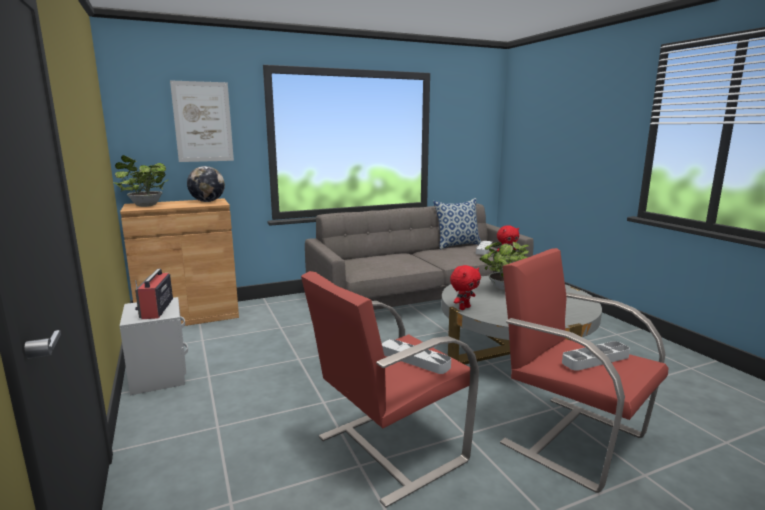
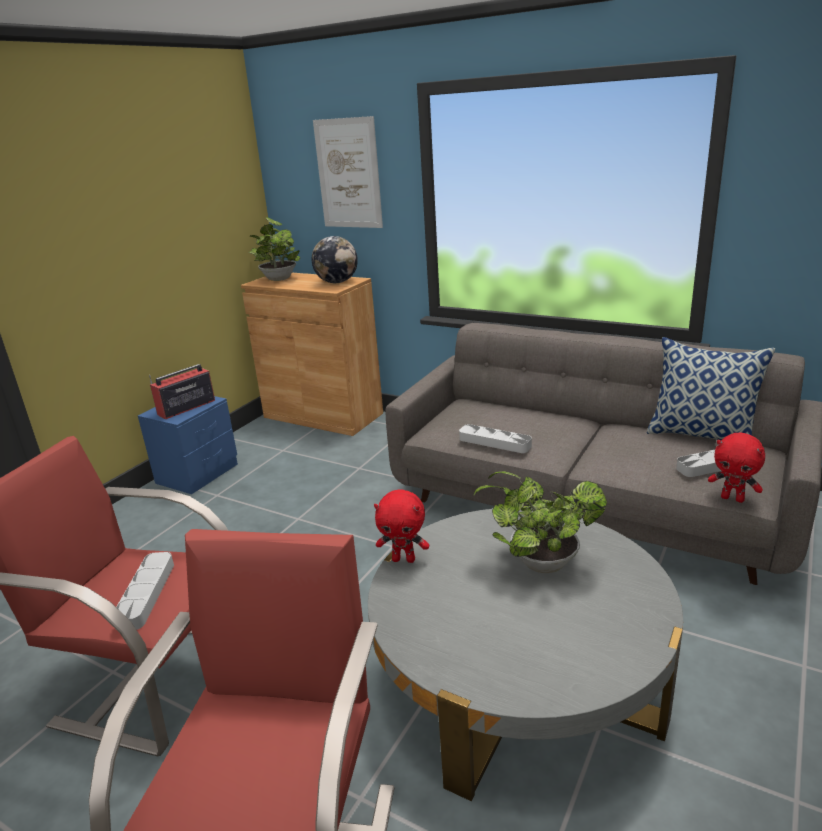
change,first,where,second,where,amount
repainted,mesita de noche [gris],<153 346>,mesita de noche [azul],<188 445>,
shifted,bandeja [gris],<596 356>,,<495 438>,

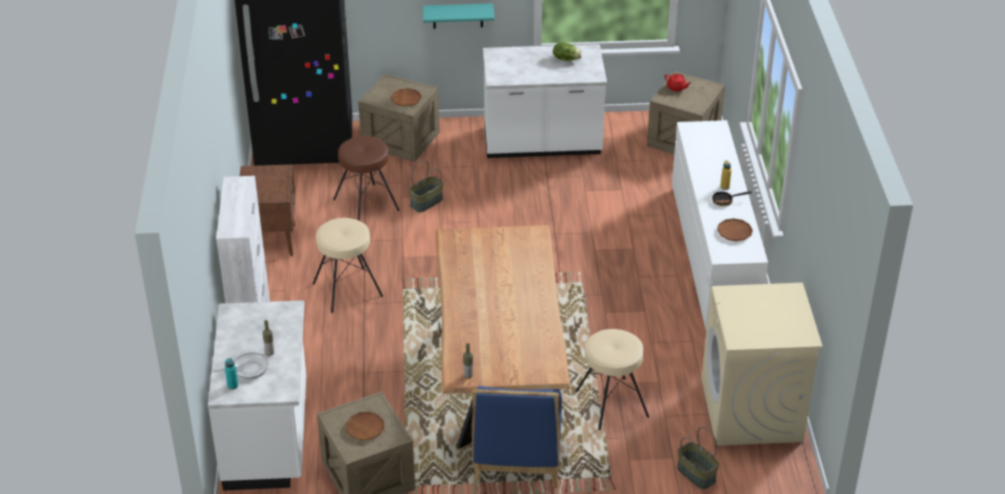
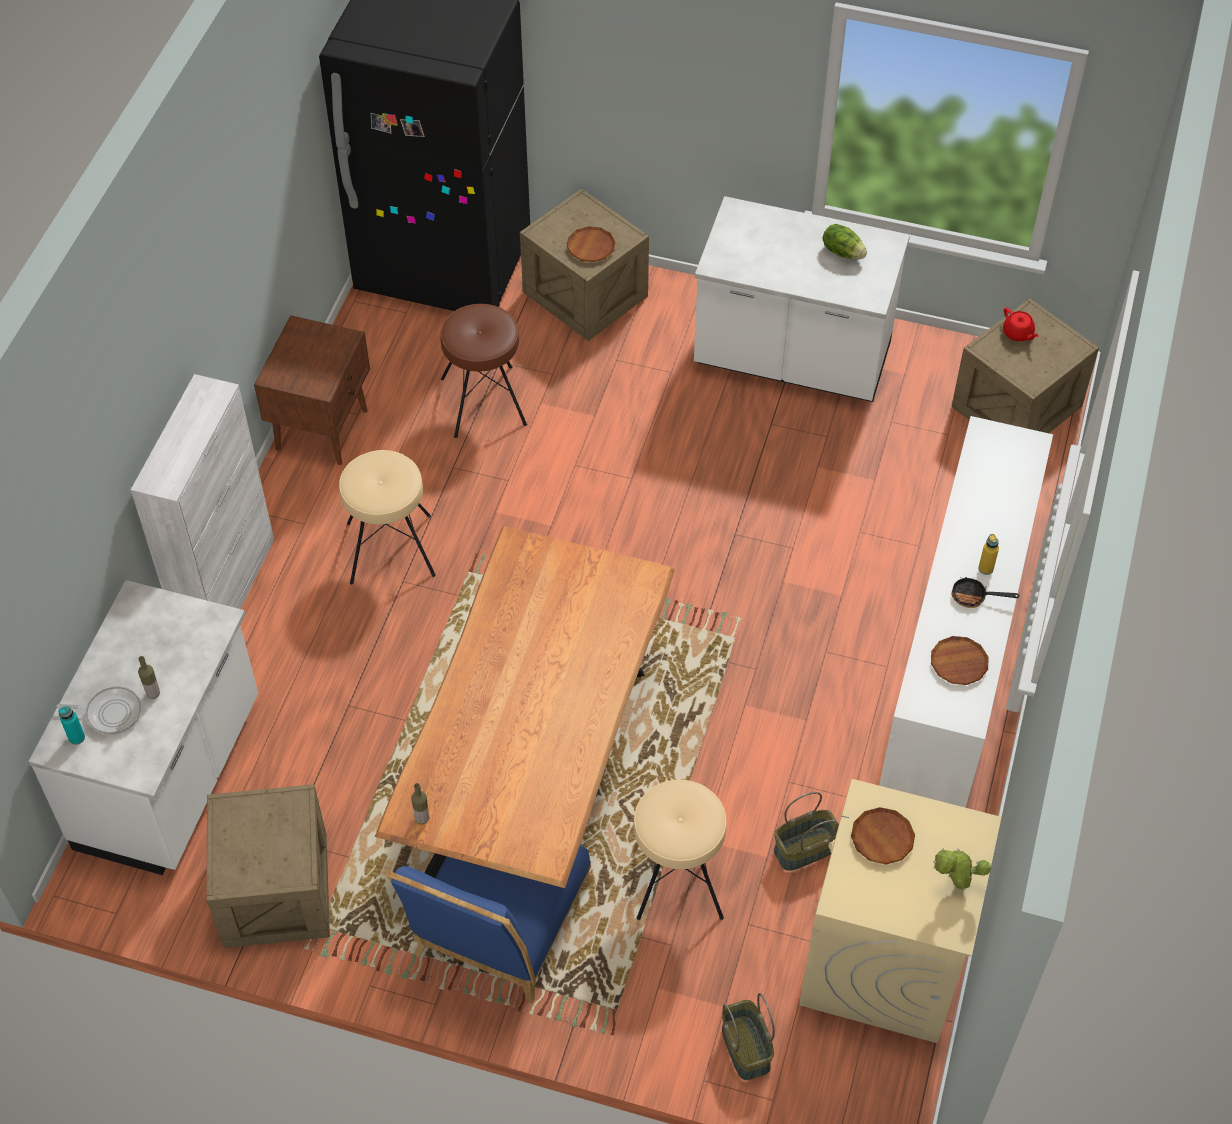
change,first,where,second,where,amount
shifted,cesta,<426 186>,,<806 831>,
shifted,plato [marrón],<365 426>,,<883 836>,
new,,,planta en maceta,<962 869>,
gone,estante [turquesa],<459 16>,,,

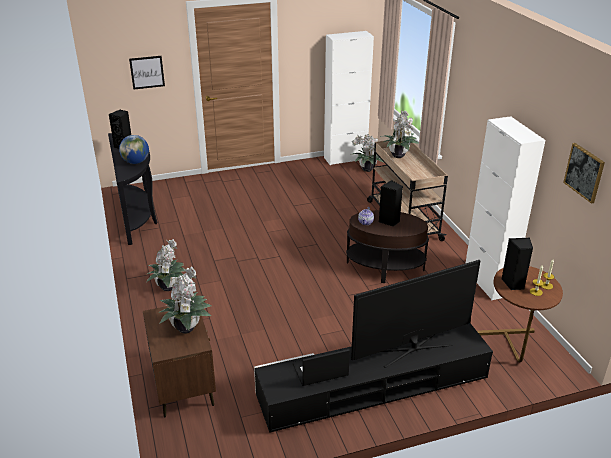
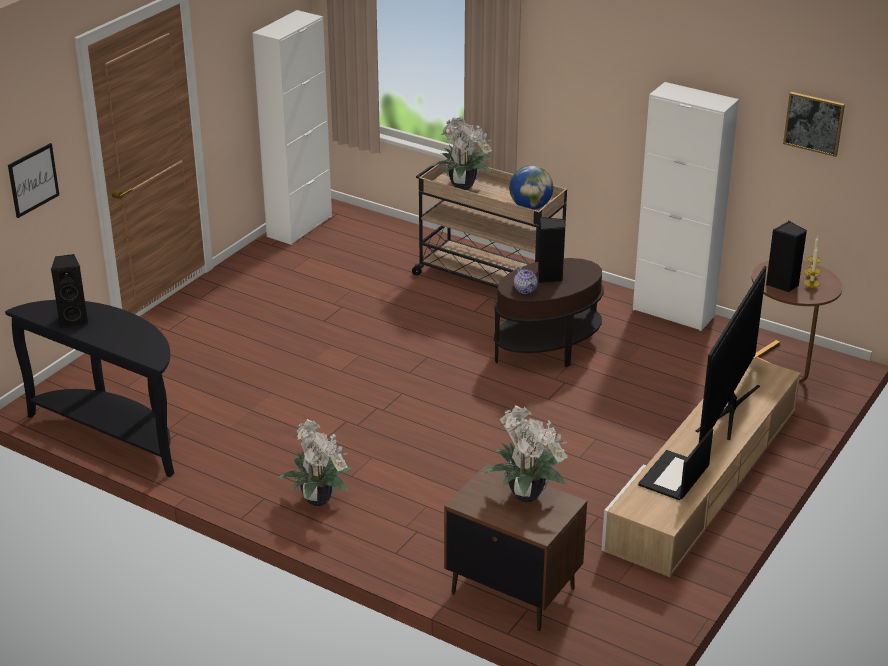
change,first,where,second,where,amount
shifted,globo terráqueo,<134 149>,,<531 187>,
repainted,mueble de televisión [negro],<373 378>,mueble de televisión [beis],<701 467>,
gone,planta en maceta,<367 153>,,,

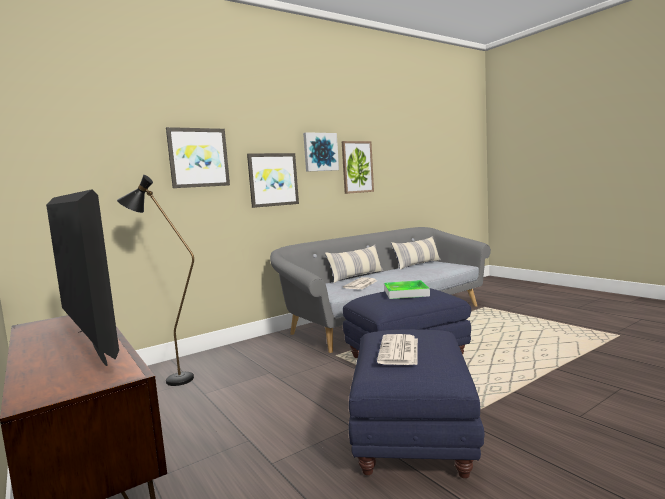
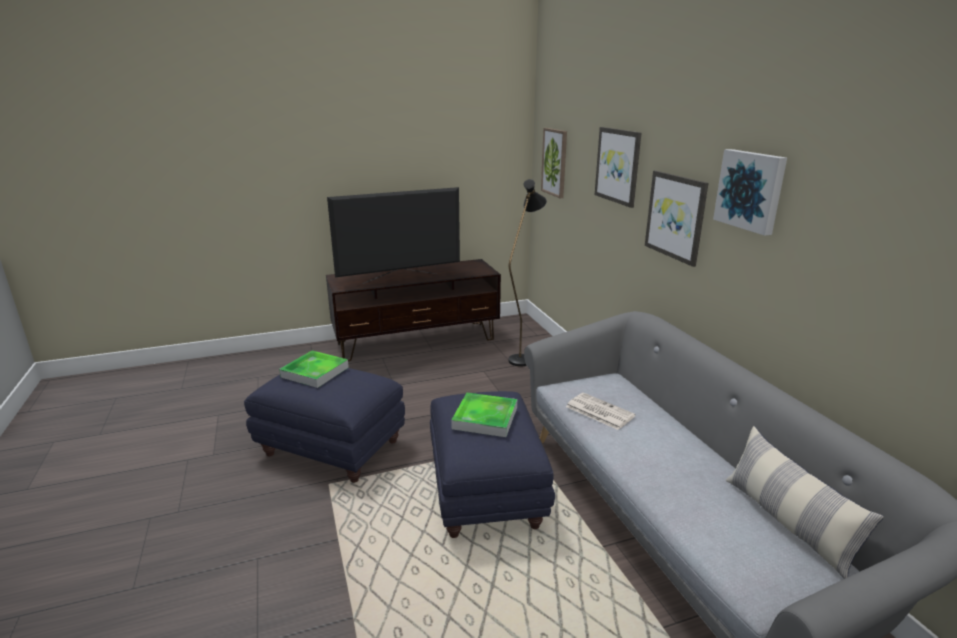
change,first,where,second,where,amount
swapped,periódico,<397 349>,bandeja,<314 369>,
shifted,cuadro,<358 167>,,<554 163>,
gone,cojín,<354 264>,,,

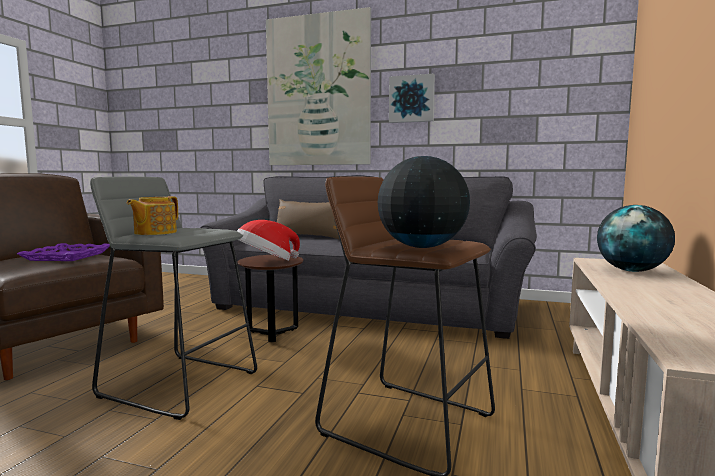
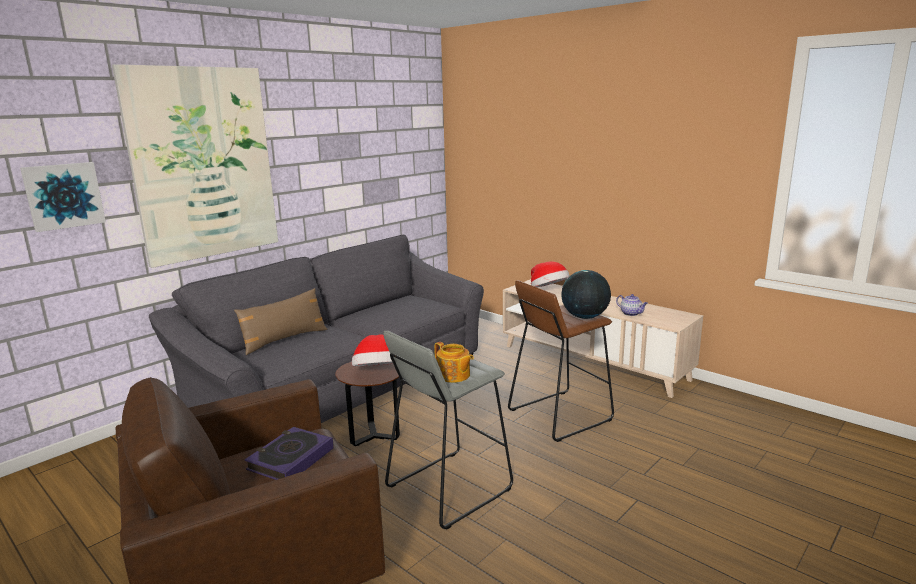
change,first,where,second,where,amount
shifted,cuadro,<412 98>,,<63 197>,
swapped,bandeja [morado],<63 252>,libro,<289 453>,
swapped,globo terráqueo,<636 238>,sombrero,<550 274>,
new,,,tetera,<632 305>,

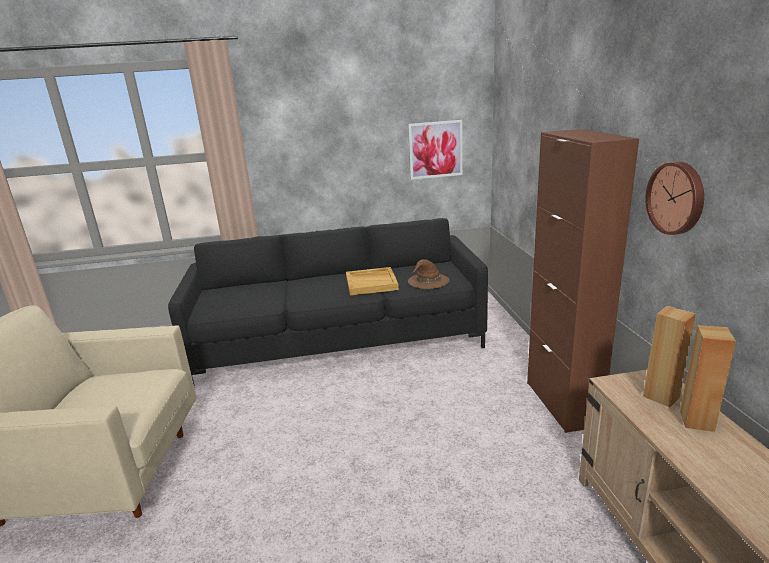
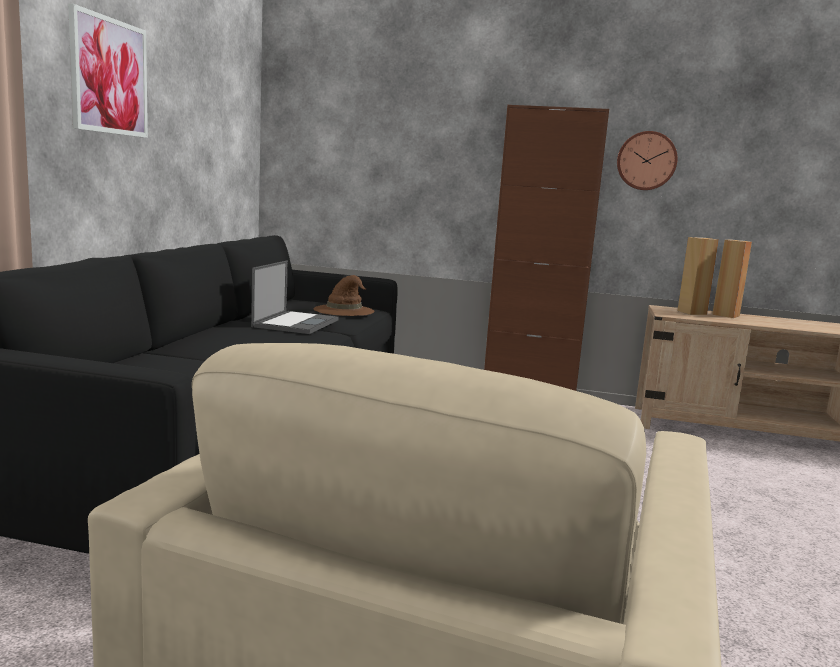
change,first,where,second,where,amount
shifted,cuadro,<435 150>,,<108 71>,
swapped,bandeja [beis],<372 281>,portátil,<295 297>,

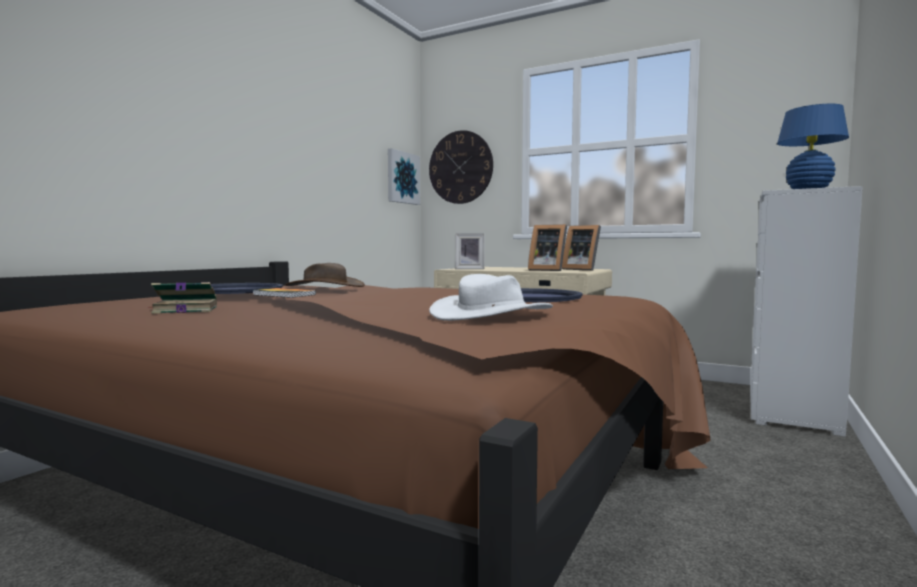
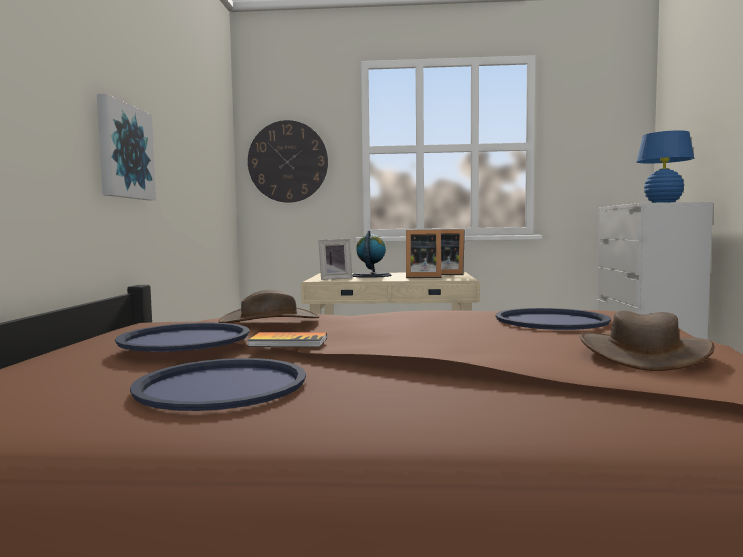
change,first,where,second,where,amount
shifted,cuadro,<404 176>,,<126 147>,
swapped,libro,<182 298>,bandeja [azul],<218 384>,
new,,,globo terráqueo,<371 254>,
repainted,sombrero [blanco],<491 297>,sombrero [marrón],<647 341>,

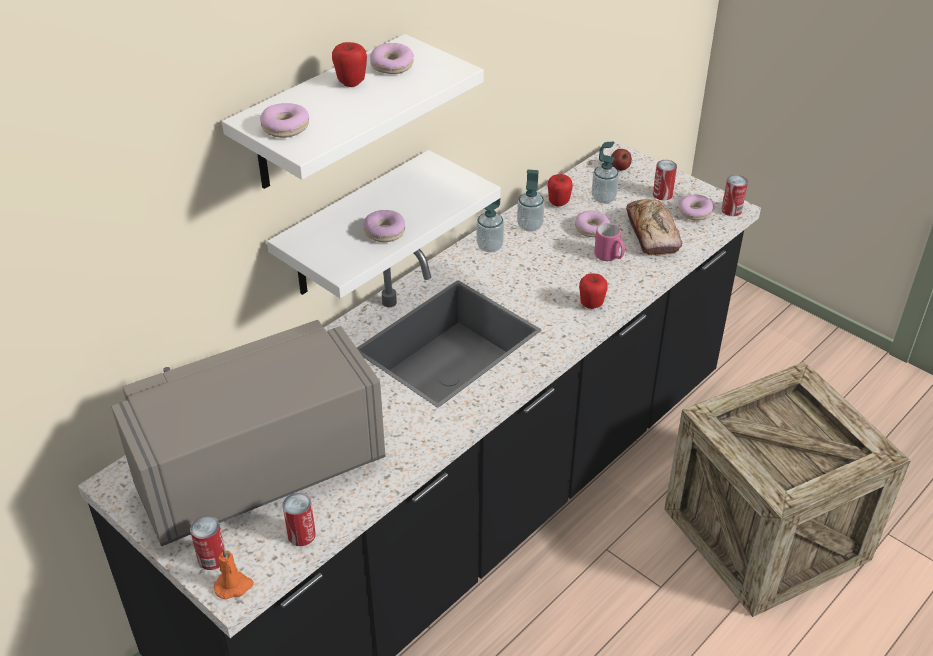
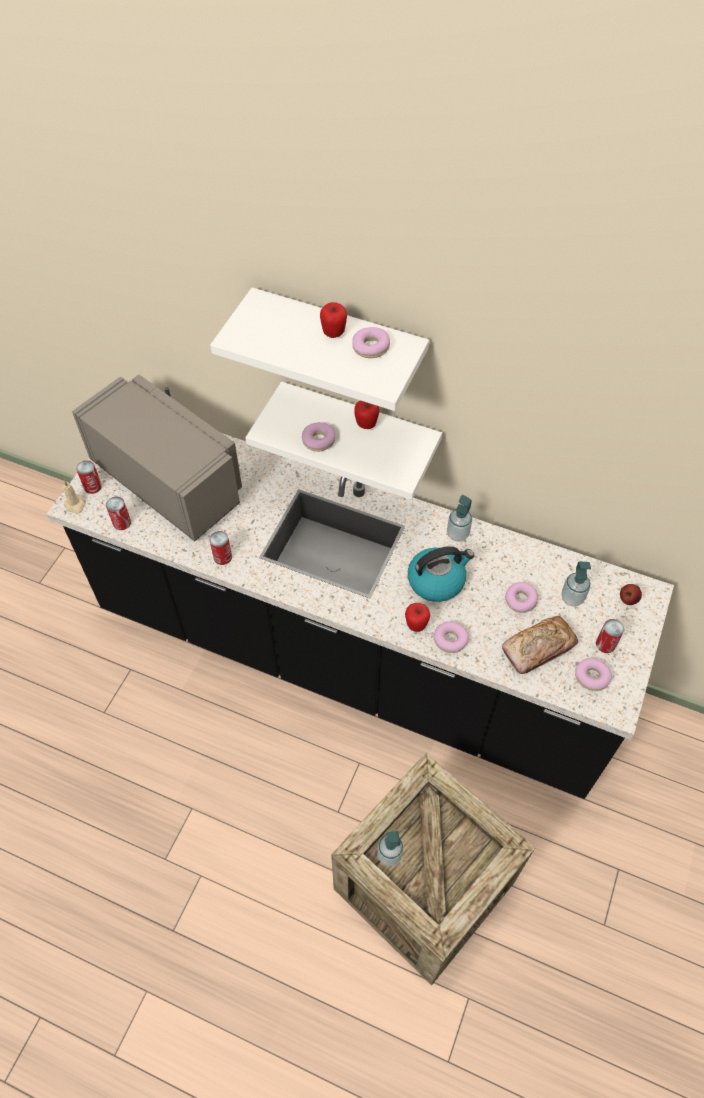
change,first,where,second,where,amount
repainted,vela [naranja],<234 573>,vela [beis],<74 497>,
shifted,lata,<735 195>,,<220 548>,
shifted,manzana,<560 190>,,<366 414>,
shifted,dispensador de jabón,<530 201>,,<390 848>,
new,,,hervidor,<441 574>,
shifted,rosquilla,<284 120>,,<451 637>,
gone,taza grande [rosa],<609 242>,,,

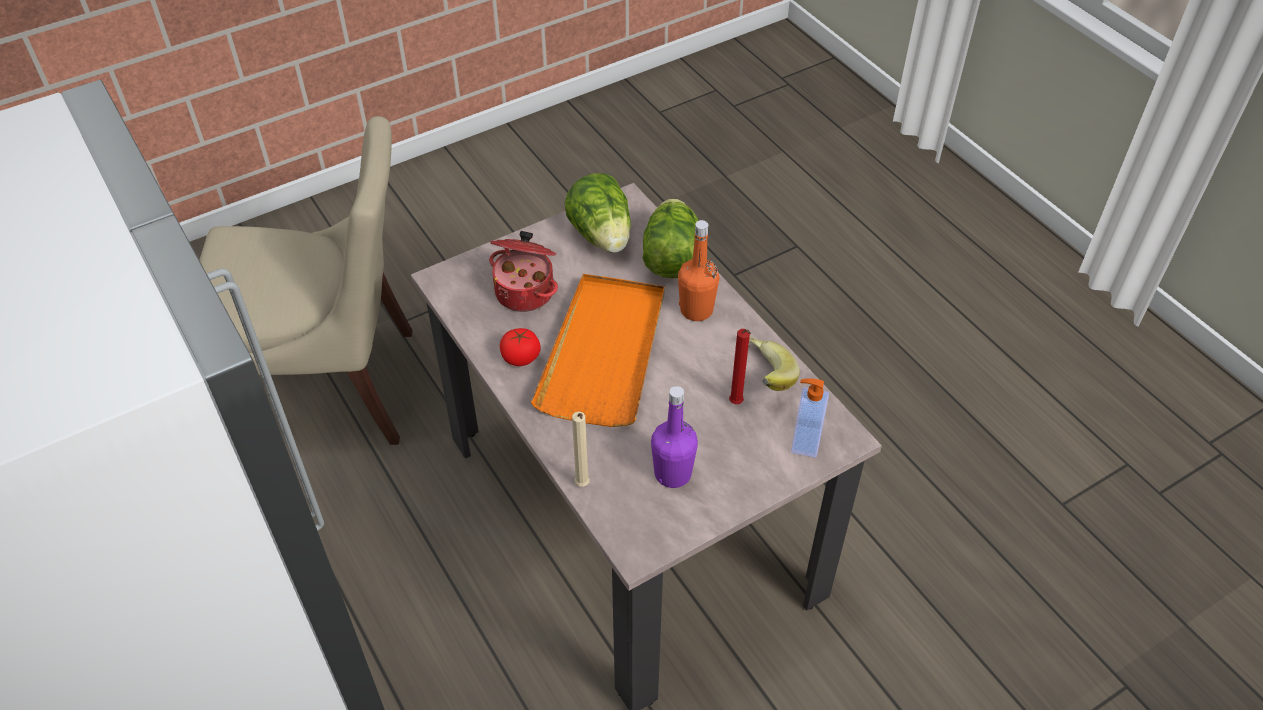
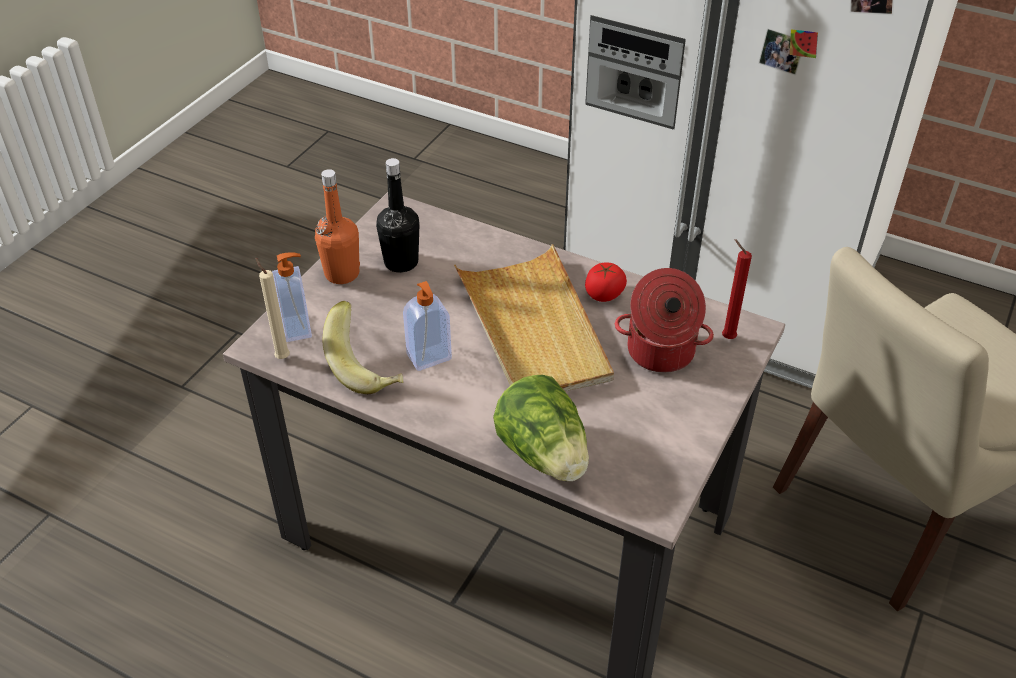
change,first,where,second,where,amount
shifted,vela [beis],<581 449>,,<272 308>,
shifted,botella [naranja],<698 270>,,<337 226>,
repainted,botella [morado],<674 437>,botella [negro],<398 215>,
new,,,dispensador de jabón,<427 326>,
repainted,bandeja [naranja],<598 350>,bandeja [beis],<534 317>,
shifted,vela [rojo],<740 366>,,<737 289>,
gone,lechuga,<598 213>,,,

